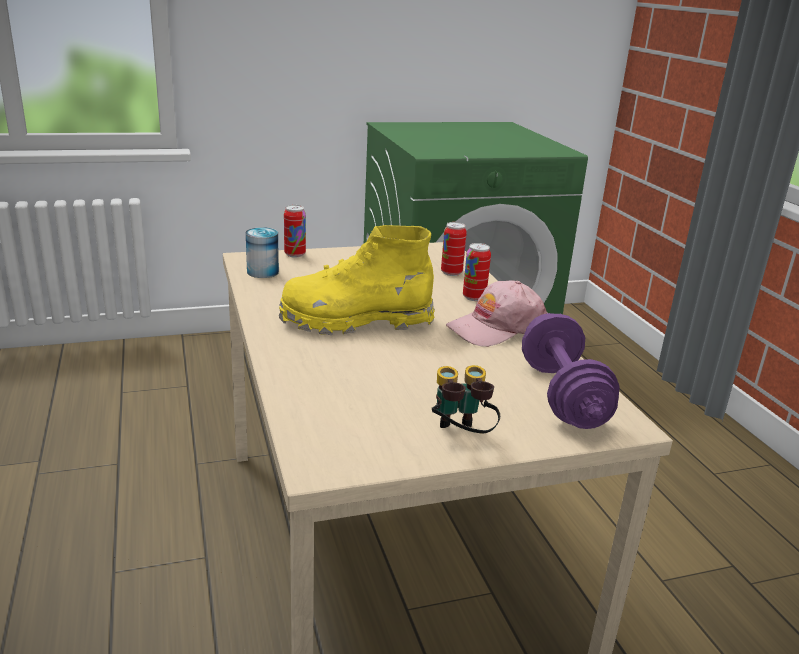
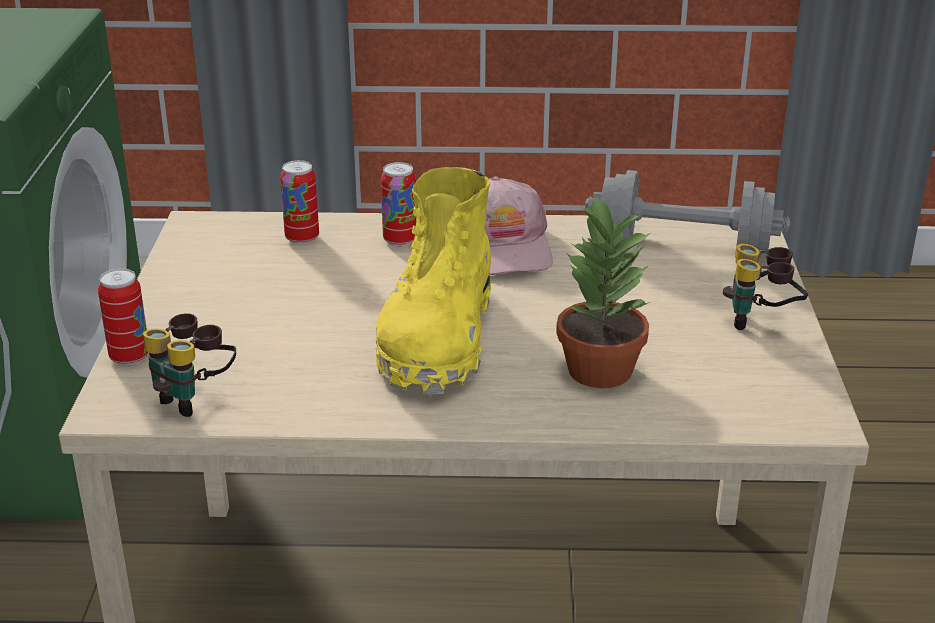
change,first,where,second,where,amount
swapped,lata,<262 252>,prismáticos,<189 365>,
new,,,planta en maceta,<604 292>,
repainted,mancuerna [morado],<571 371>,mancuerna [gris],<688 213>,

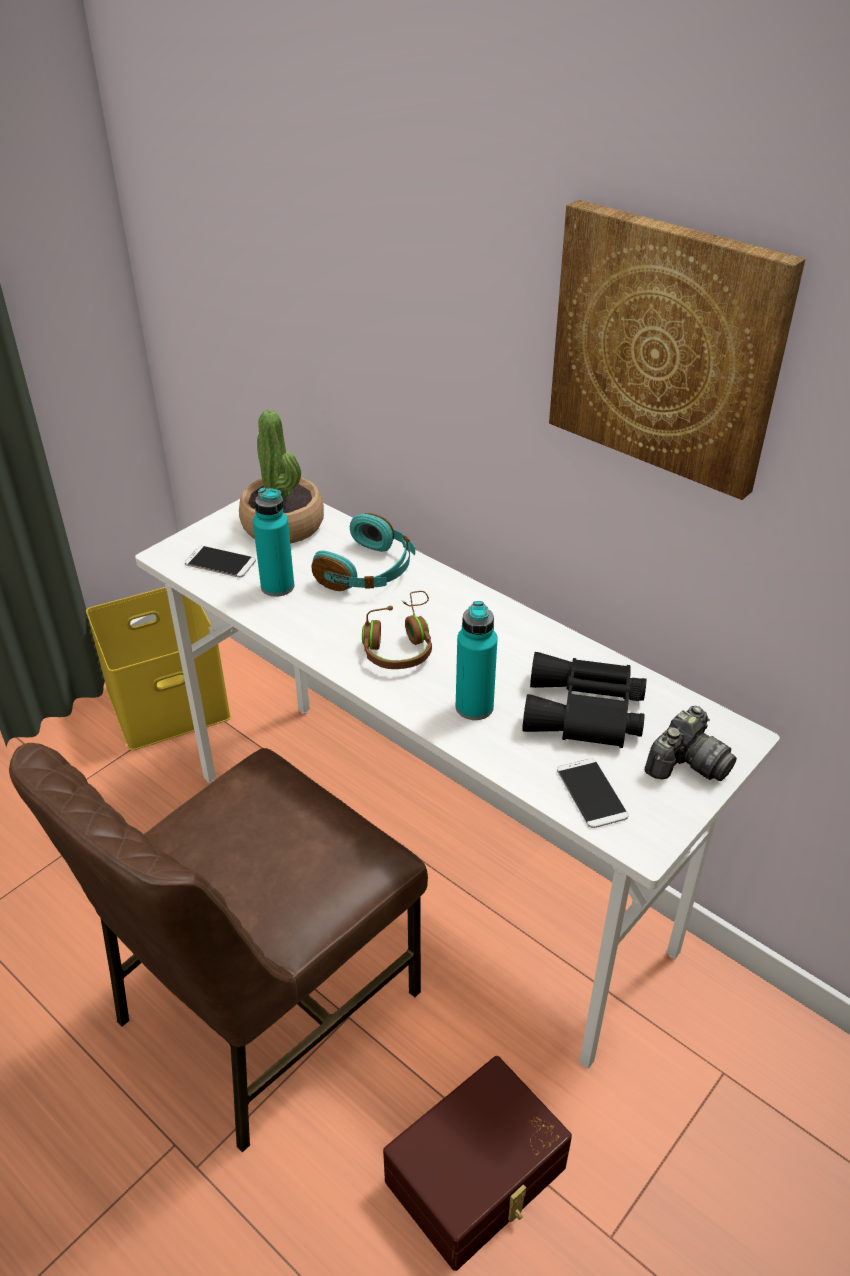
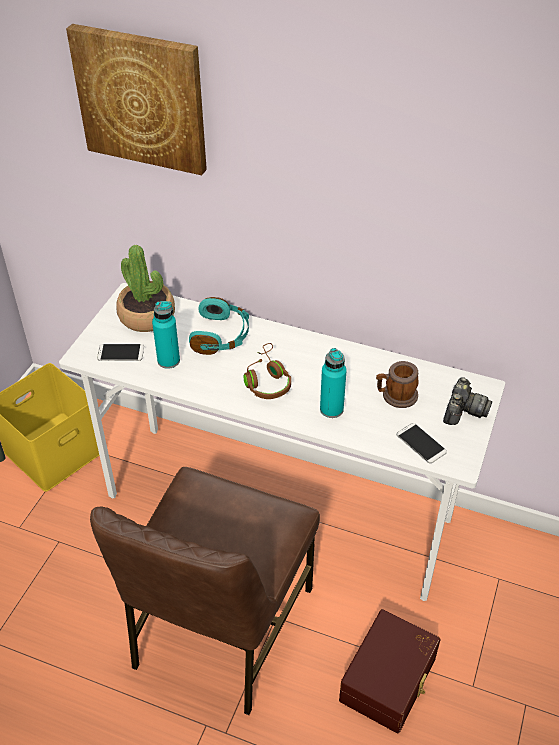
change,first,where,second,where,amount
shifted,cuadro,<677 350>,,<136 99>,
swapped,prismáticos [negro],<584 700>,taza grande,<397 384>,

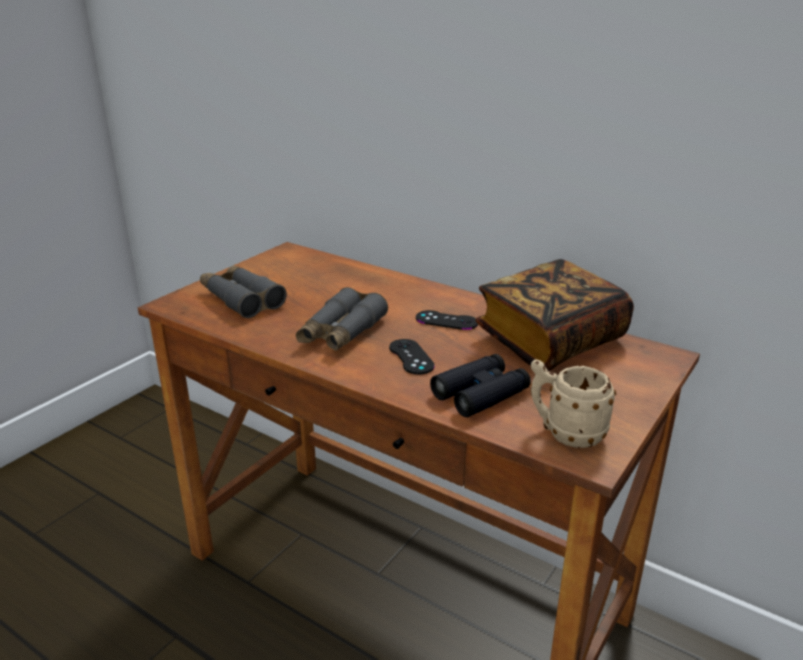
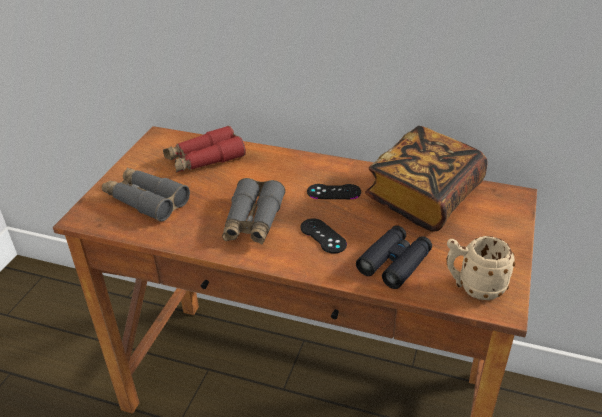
change,first,where,second,where,amount
new,,,prismáticos [rojo],<204 149>,

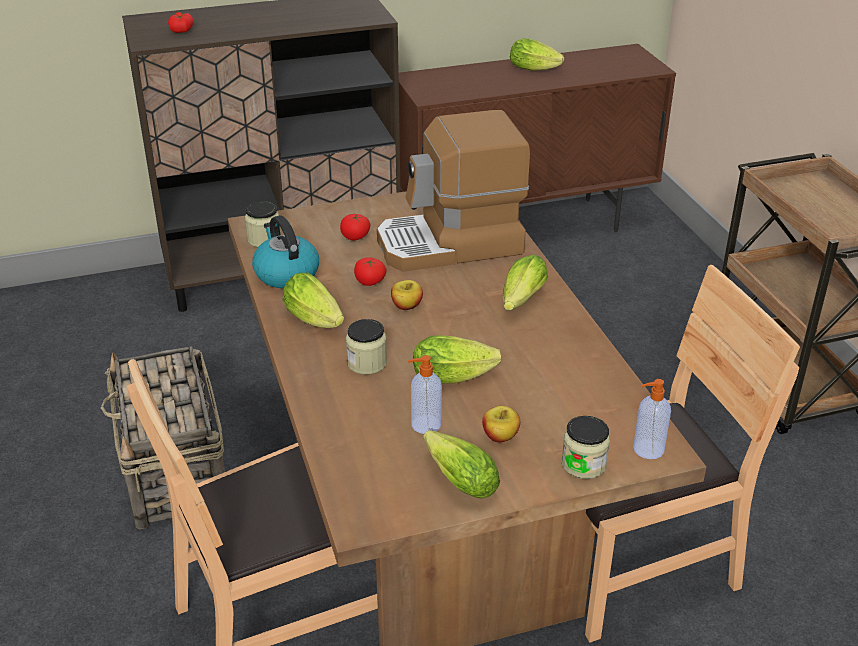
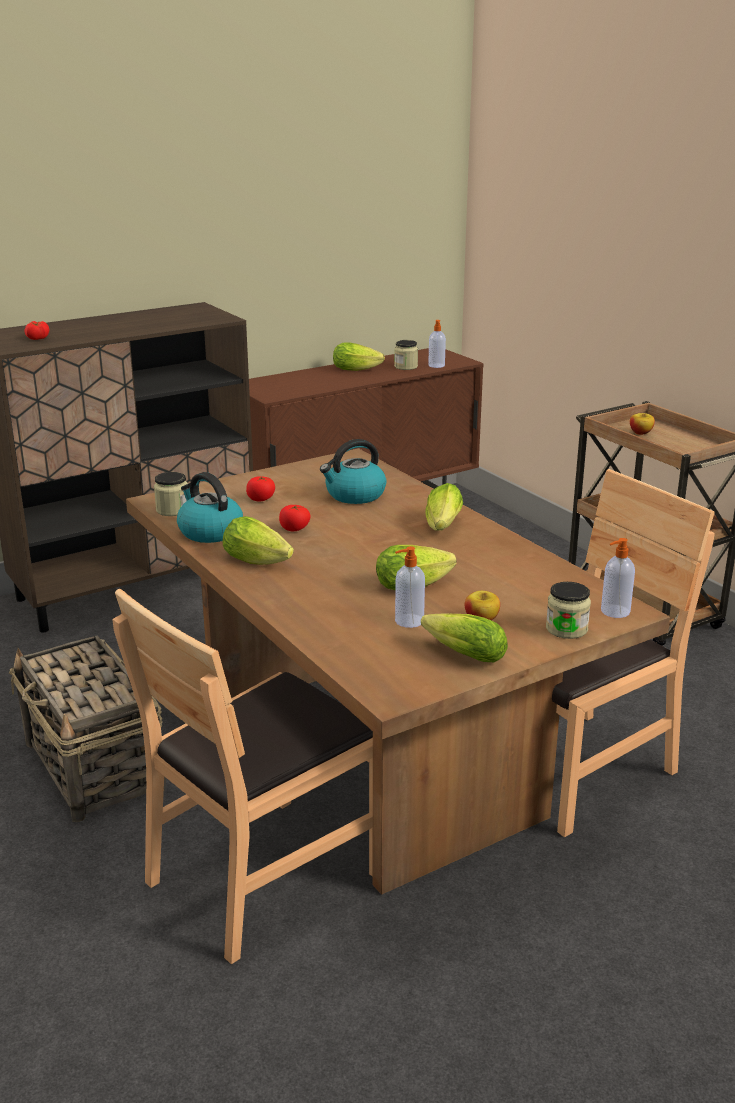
change,first,where,second,where,amount
swapped,cafetera,<453 191>,hervidor,<353 471>,
shifted,tarro,<366 347>,,<406 355>,
new,,,dispensador de jabón,<437 344>,
shifted,manzana,<407 295>,,<642 424>,

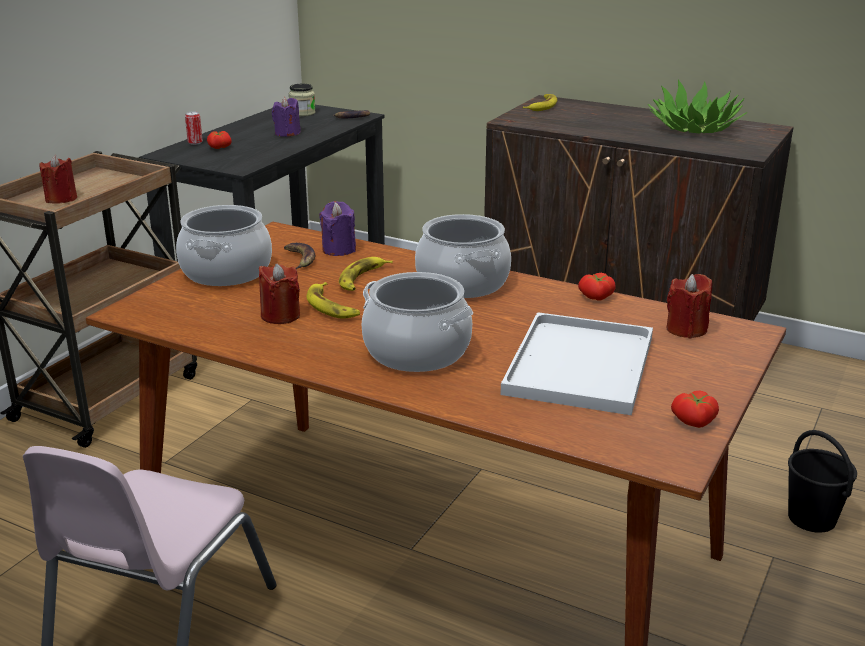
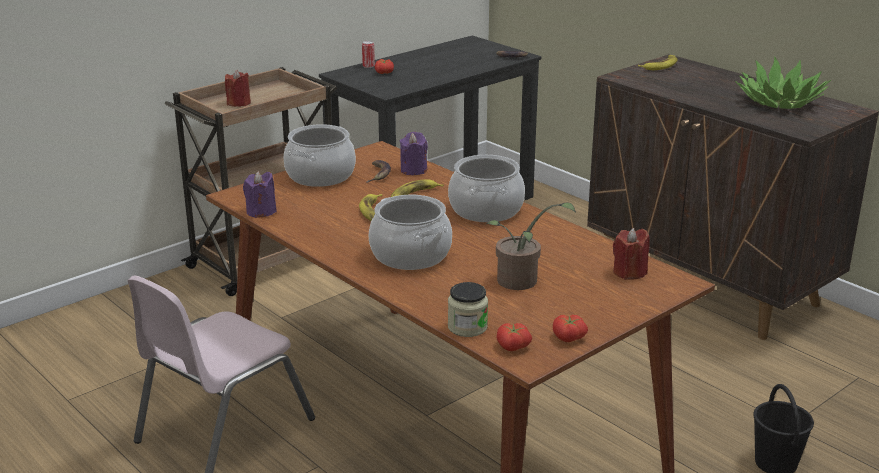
change,first,where,second,where,amount
shifted,vela [morado],<286 117>,,<260 194>,
shifted,tarro,<302 100>,,<468 309>,
swapped,bandeja [blanco],<576 363>,planta en maceta,<531 246>,
shifted,tomate,<597 287>,,<514 337>,
gone,vela [rojo],<279 293>,,,

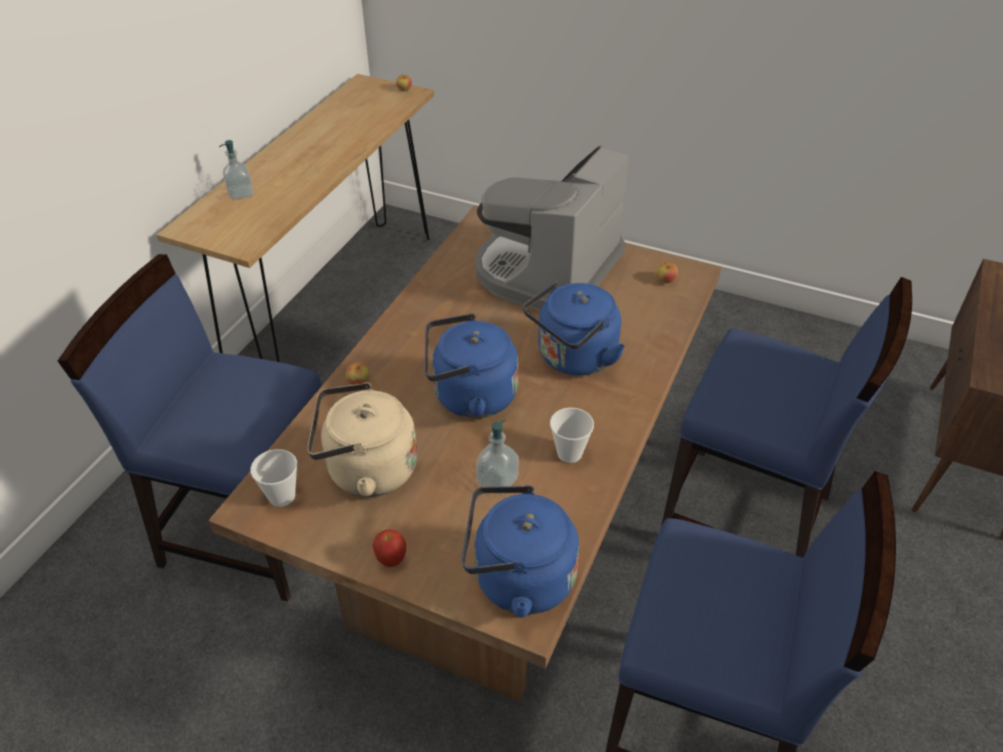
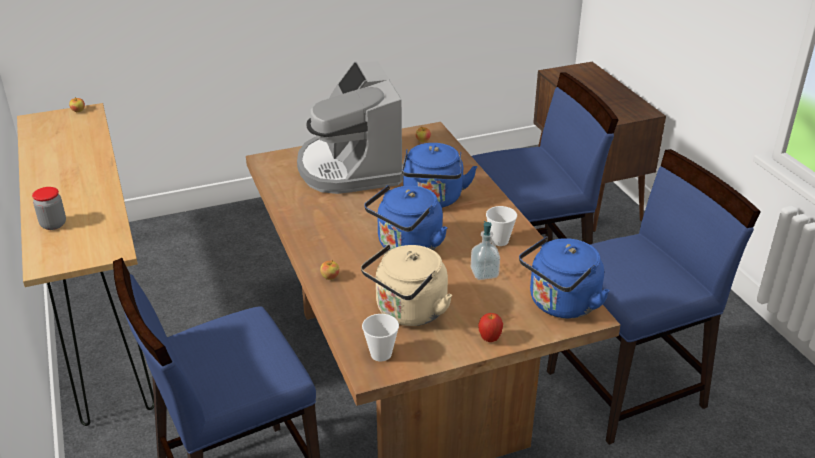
change,first,where,second,where,amount
swapped,dispensador de jabón,<236 170>,tarro,<49 208>,

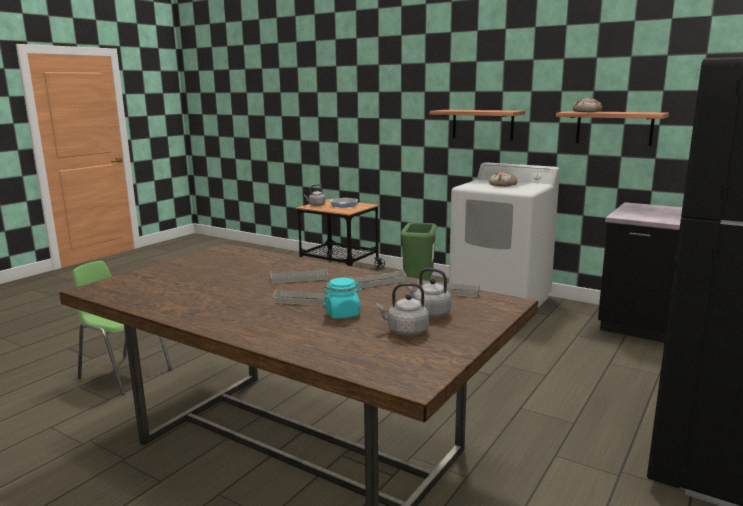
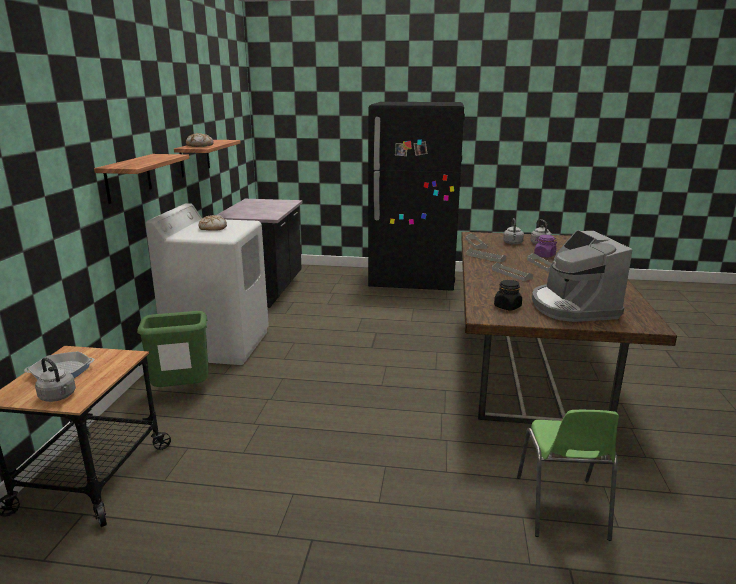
change,first,where,second,where,amount
new,,,tarro [negro],<508 295>,
new,,,cafetera,<582 276>,
repainted,tarro [turquesa],<342 298>,tarro [morado],<545 246>,

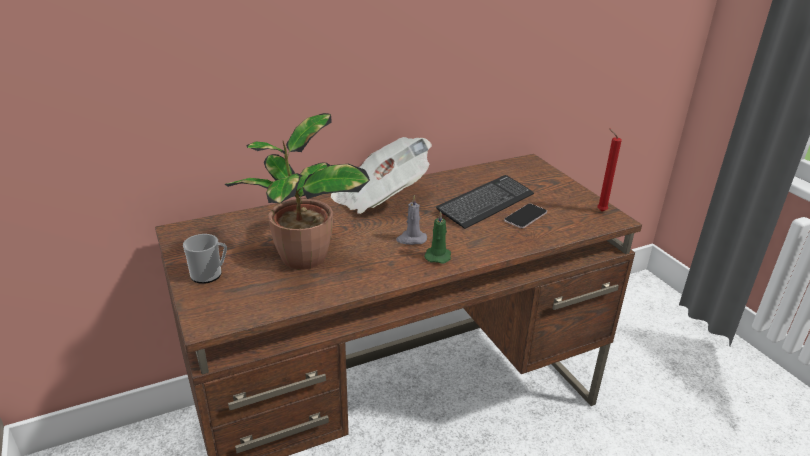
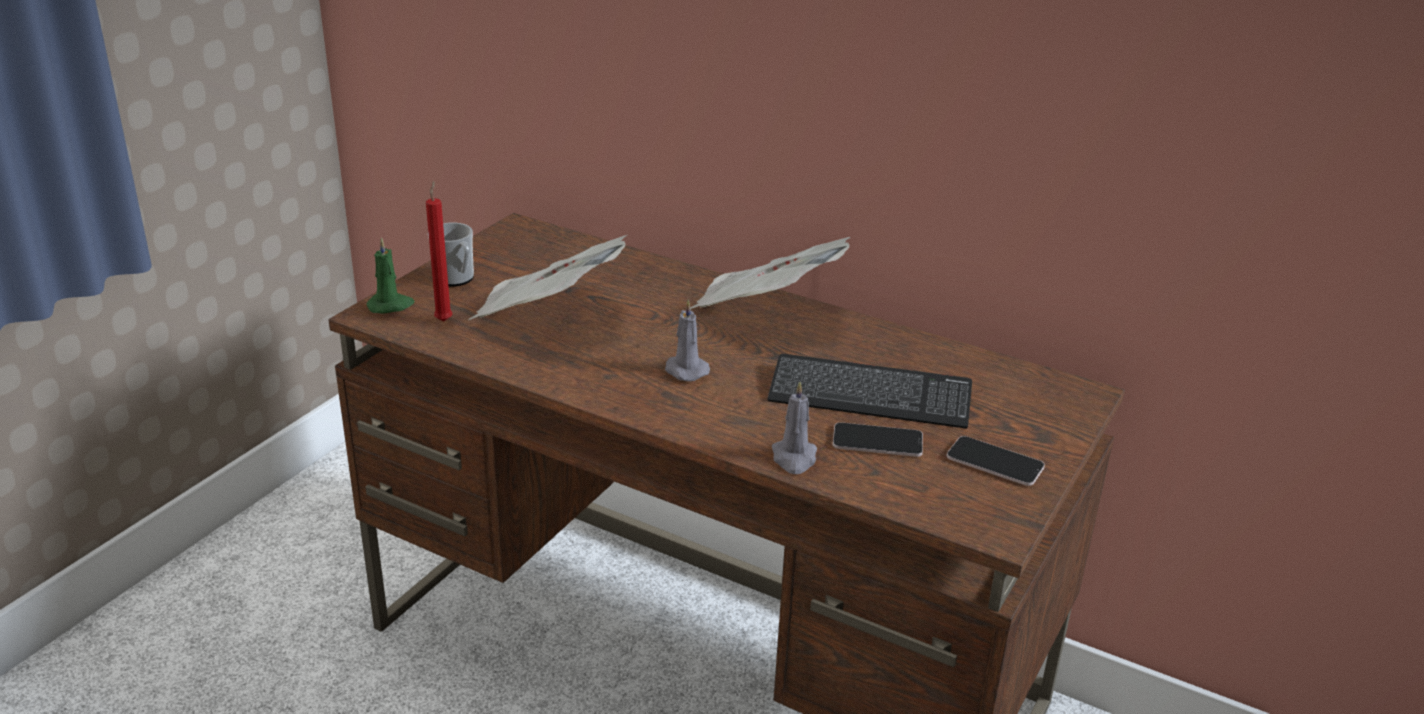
change,first,where,second,where,amount
shifted,vela [verde],<437 237>,,<390 275>,
shifted,vela [rojo],<609 169>,,<439 251>,
swapped,planta en maceta,<297 191>,periódico,<547 277>,
new,,,vela [gris],<794 427>,
new,,,móvil,<996 461>,

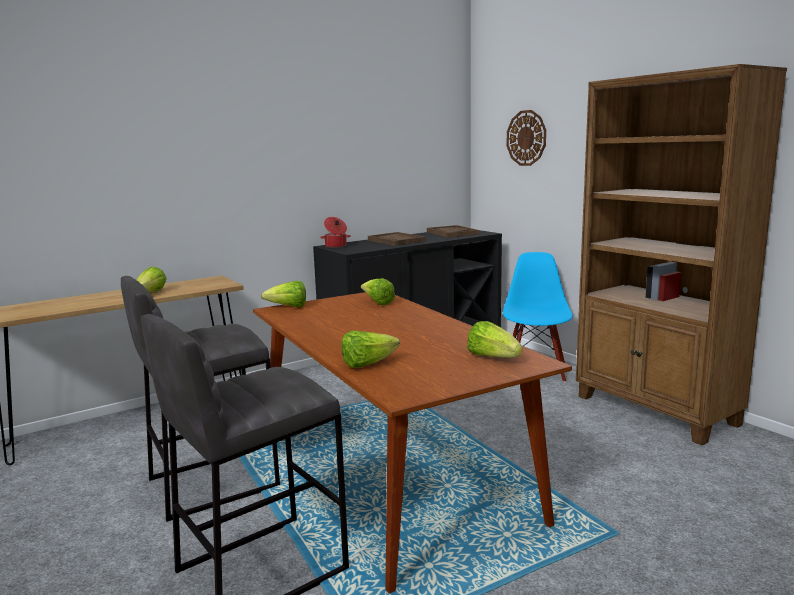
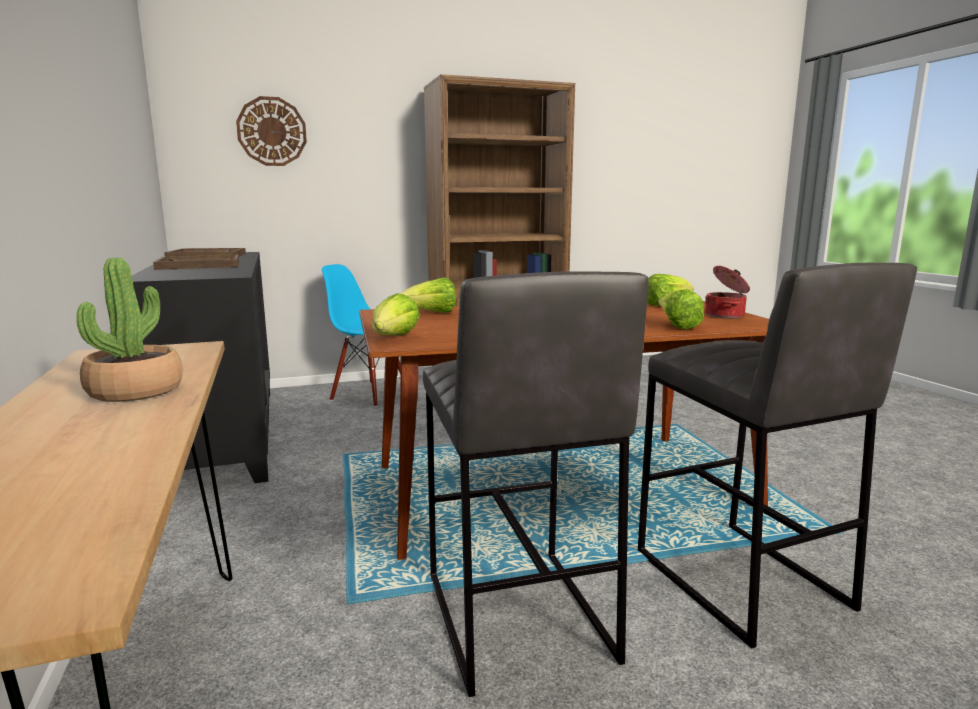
change,first,where,second,where,amount
swapped,lechuga,<152 279>,planta en maceta,<129 330>,
shifted,olla,<335 232>,,<727 292>,

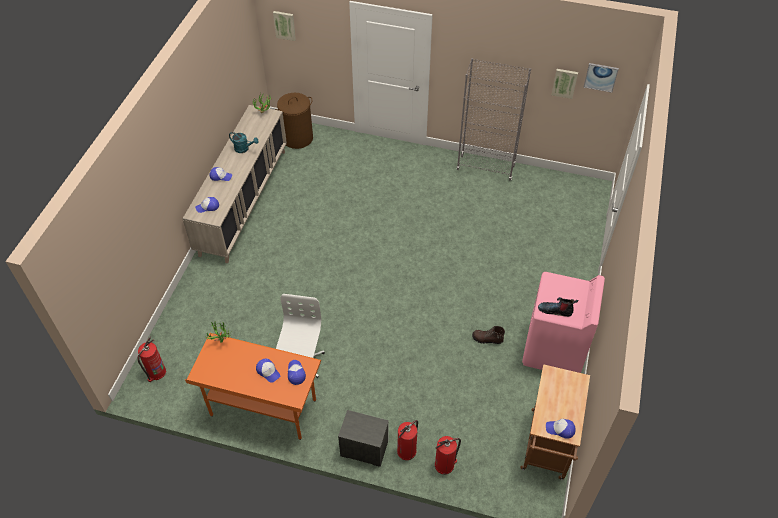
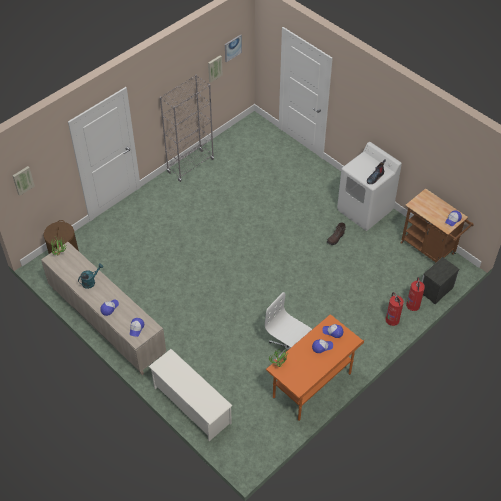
change,first,where,second,where,amount
new,,,zapatero [blanco],<190 395>,
repainted,lavadora [rosa],<563 322>,lavadora [blanco],<369 186>,
shifted,mesita de noche,<363 438>,,<440 280>,
gone,extintor,<151 359>,,,

